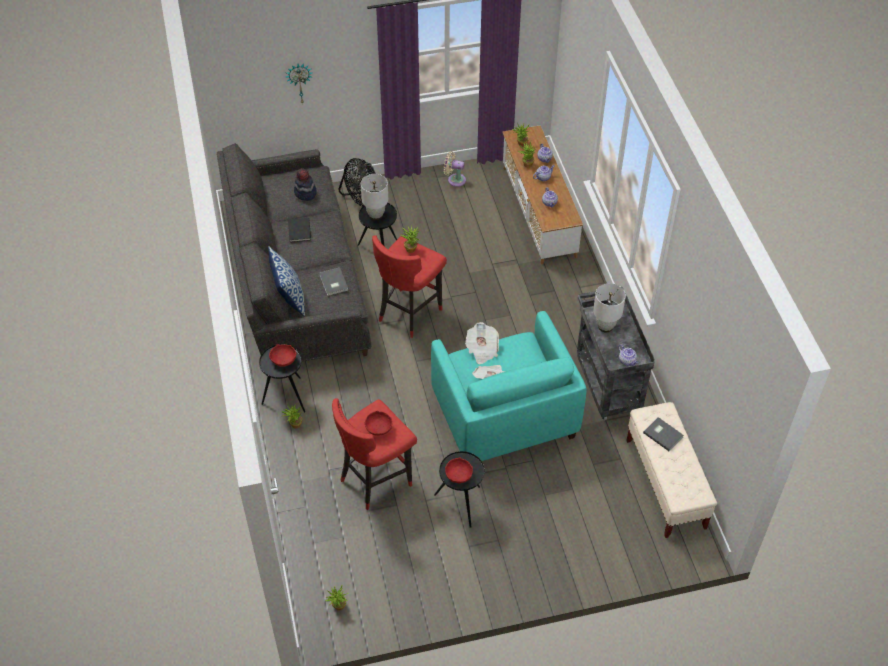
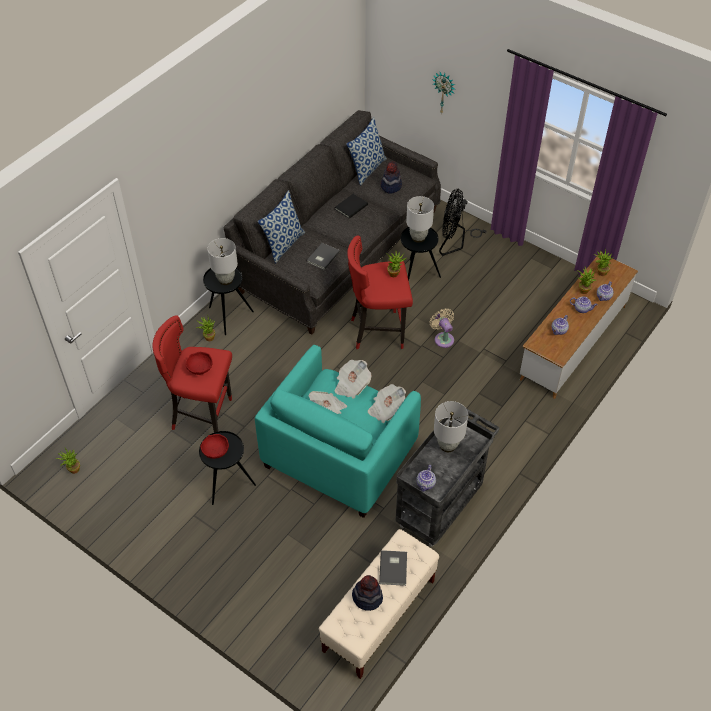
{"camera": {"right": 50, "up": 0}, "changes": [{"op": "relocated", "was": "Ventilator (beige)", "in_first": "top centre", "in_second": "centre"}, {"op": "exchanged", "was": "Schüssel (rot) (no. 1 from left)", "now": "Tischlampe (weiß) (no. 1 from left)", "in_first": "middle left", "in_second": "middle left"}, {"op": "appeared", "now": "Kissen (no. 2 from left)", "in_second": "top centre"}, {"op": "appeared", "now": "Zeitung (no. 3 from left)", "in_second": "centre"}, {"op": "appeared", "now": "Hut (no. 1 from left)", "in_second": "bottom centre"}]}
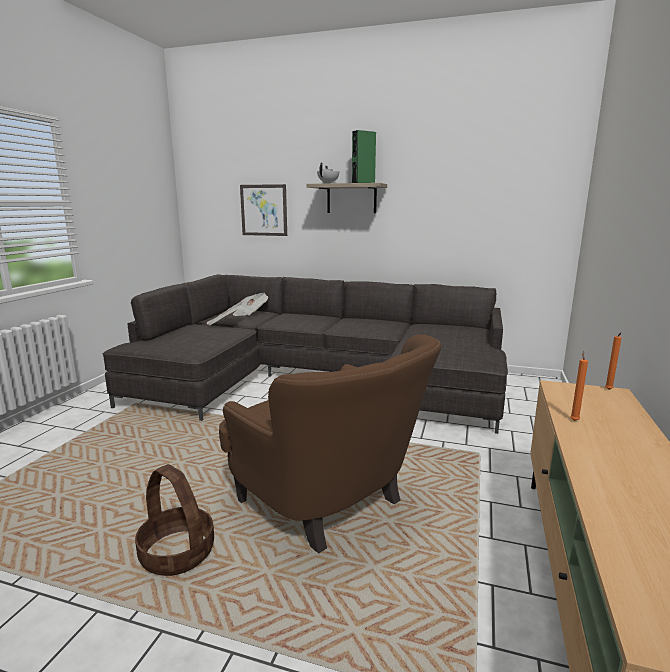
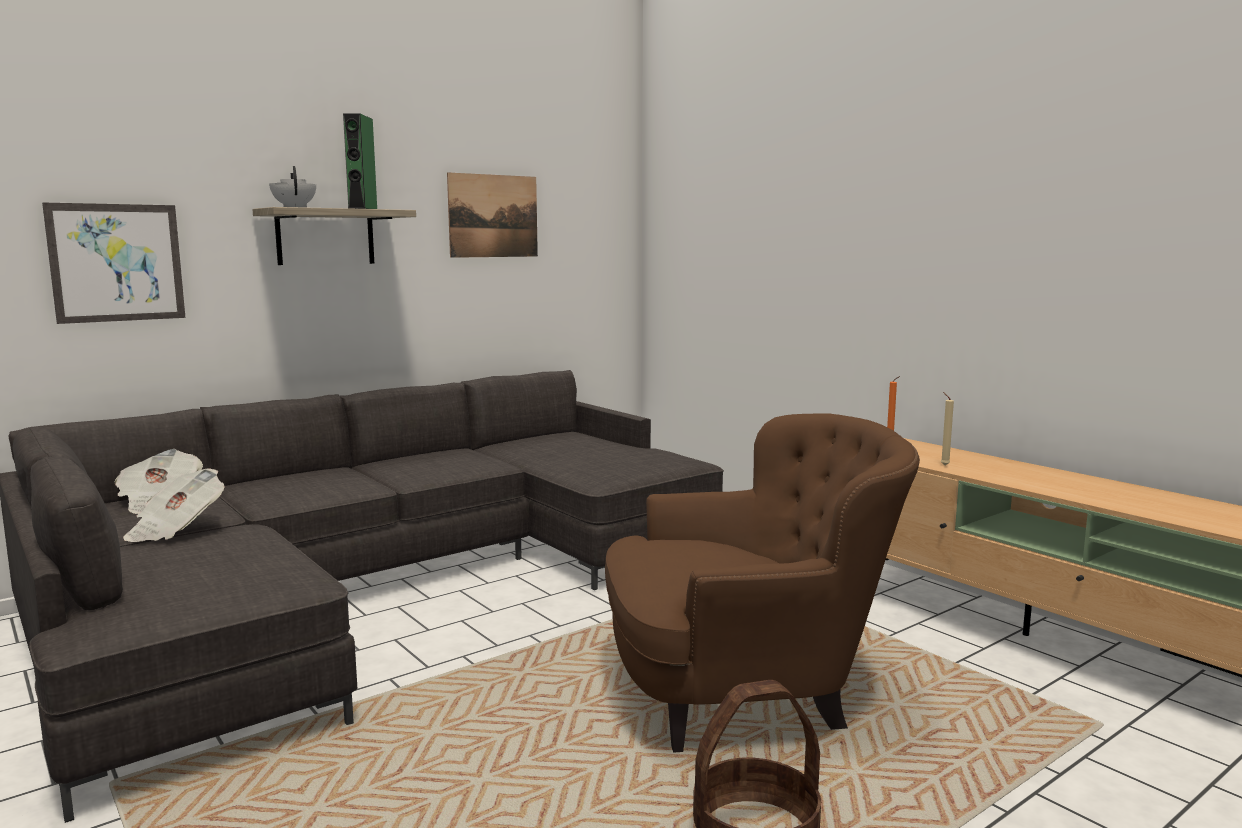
{"camera": {"right": -55, "up": -5}, "changes": [{"op": "colour", "was": "Kerze (orange) (no. 1 from left)", "now": "Kerze (beige)", "in_first": "middle right", "in_second": "middle right"}, {"op": "appeared", "now": "Bild (no. 2 from left)", "in_second": "top centre"}]}
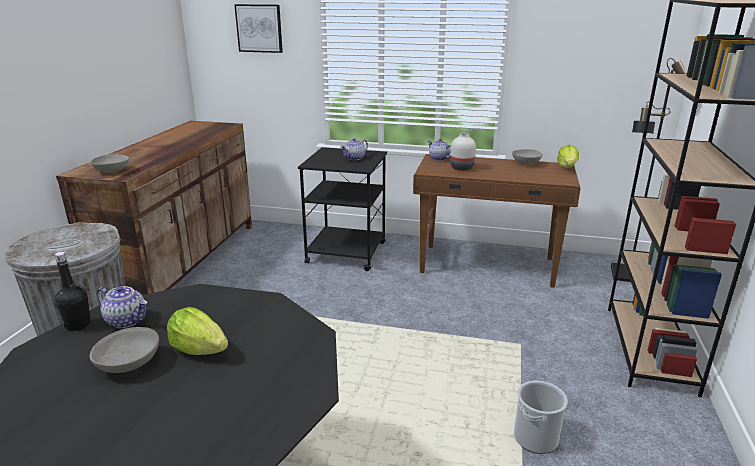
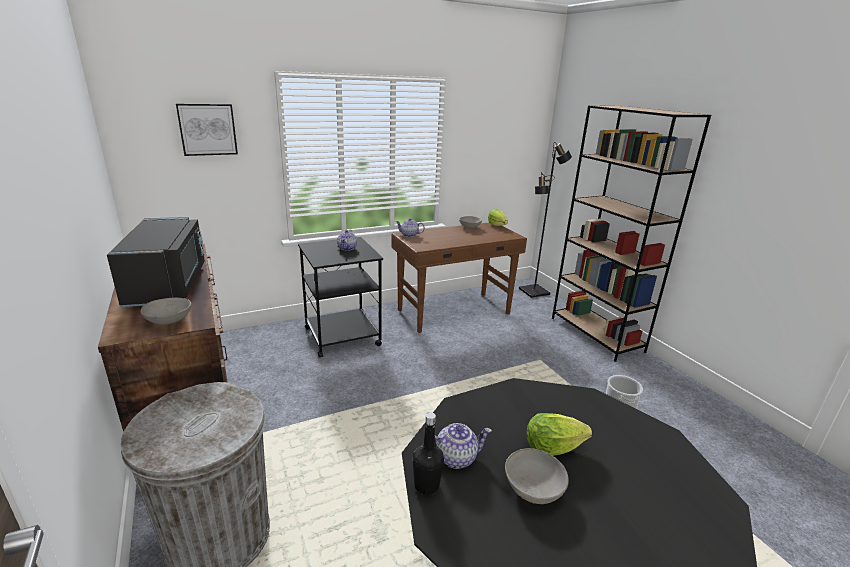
{"camera": {"right": -40, "up": 0}, "changes": [{"op": "missing", "was": "Vase (weiß)", "in_first": "top centre"}, {"op": "appeared", "now": "Mikrowelle (schwarz)", "in_second": "middle left"}]}
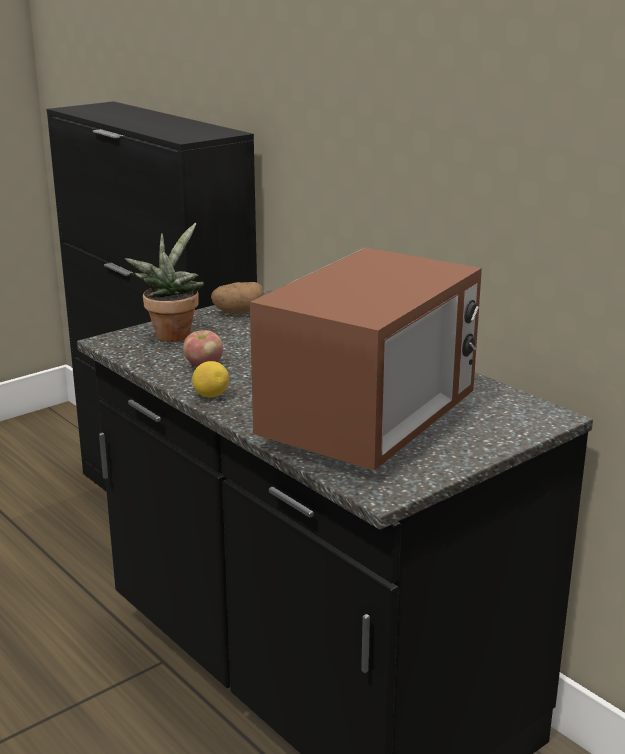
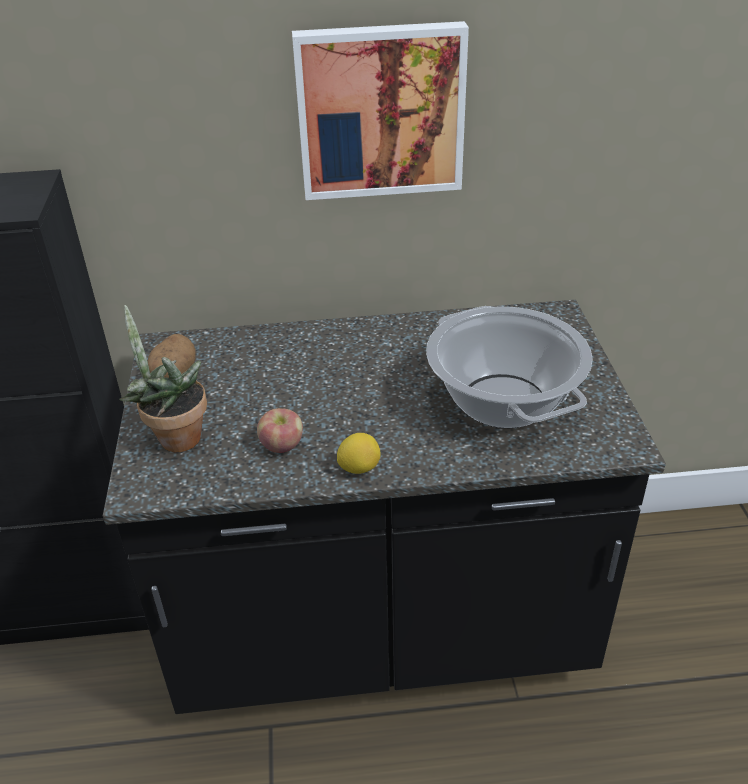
{"camera": {"right": -55, "up": 15}, "changes": [{"op": "exchanged", "was": "Mikrowelle", "now": "Kochtopf", "in_first": "centre", "in_second": "middle right"}, {"op": "appeared", "now": "Bild", "in_second": "top centre"}]}
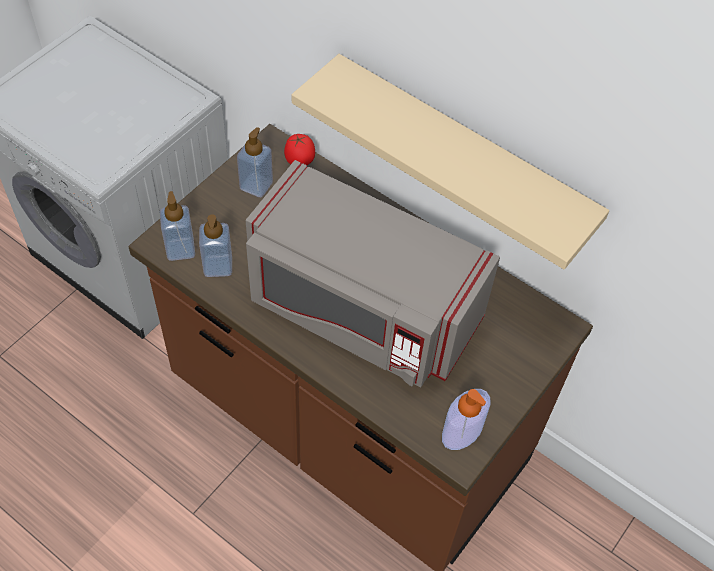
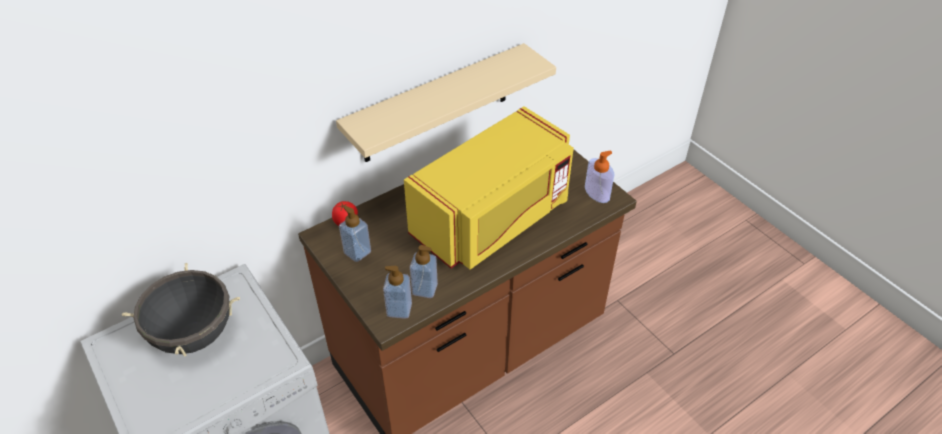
{"camera": {"right": -70, "up": -10}, "changes": [{"op": "colour", "was": "Mikrowelle (grau)", "now": "Mikrowelle (gelb)", "in_first": "centre", "in_second": "centre"}, {"op": "appeared", "now": "Kochtopf (schwarz)", "in_second": "bottom left"}]}
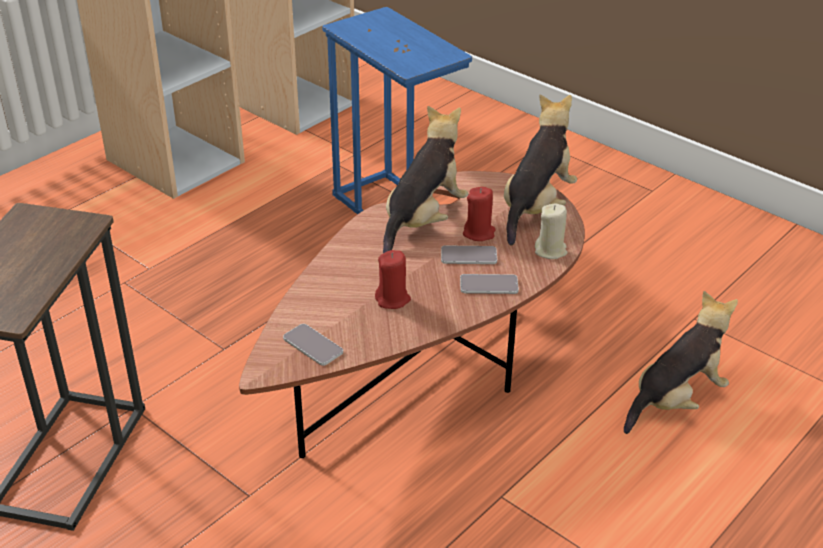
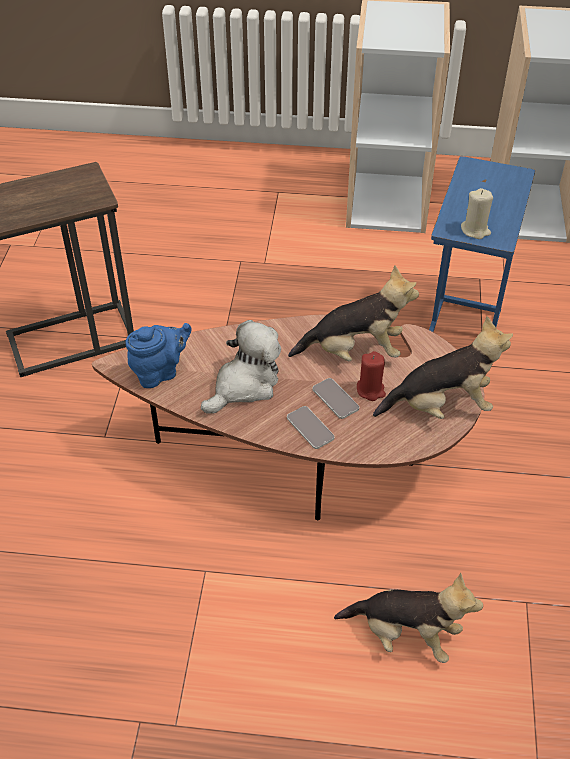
{"camera": {"right": 55, "up": 10}, "changes": [{"op": "relocated", "was": "Kerze (beige)", "in_first": "middle right", "in_second": "top right"}, {"op": "exchanged", "was": "Kerze (rot) (no. 1 from left)", "now": "Plüschtier (no. 1 from left)", "in_first": "centre", "in_second": "centre"}, {"op": "exchanged", "was": "Handy (no. 1 from left)", "now": "Teekanne (blau)", "in_first": "centre", "in_second": "middle left"}]}
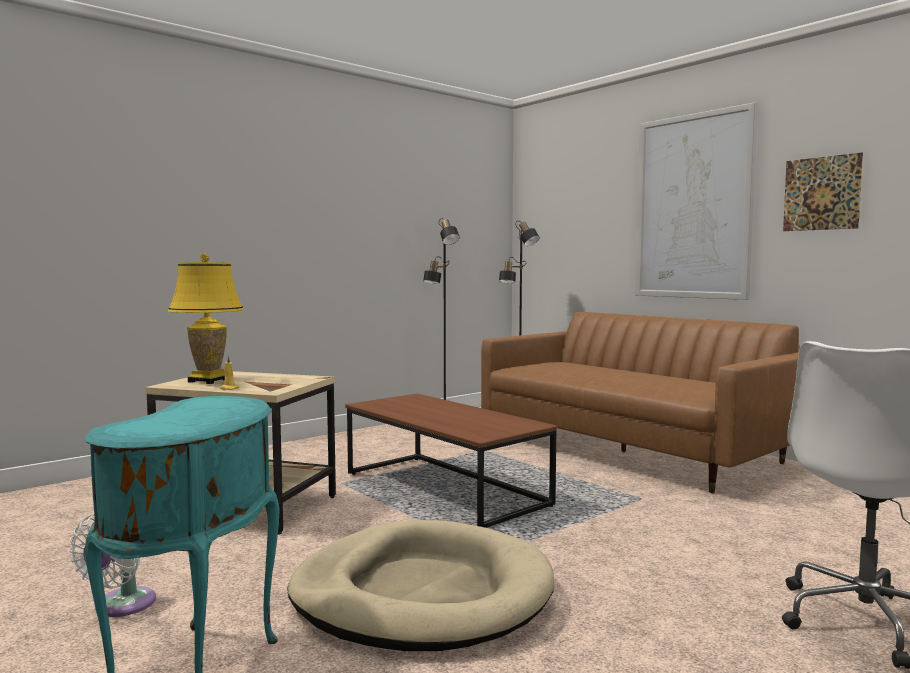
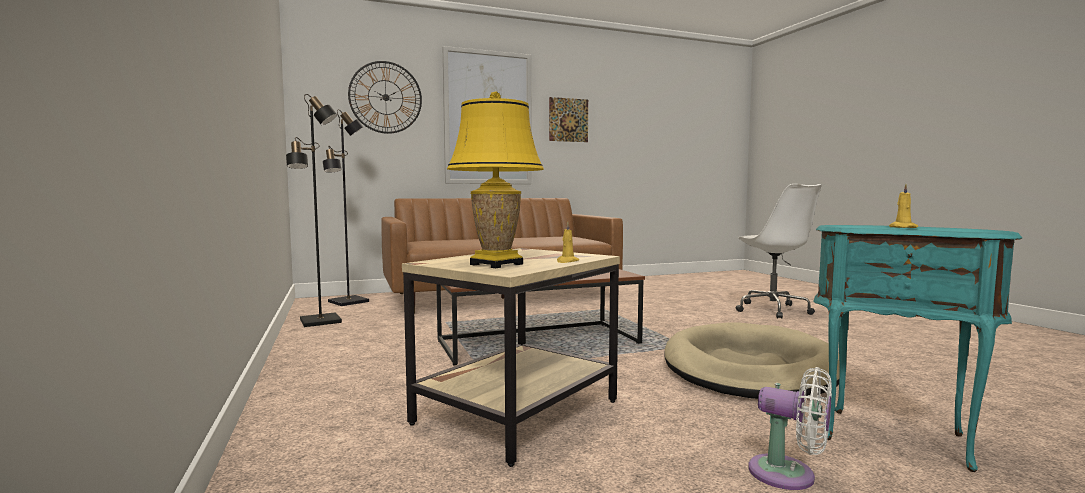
{"camera": {"right": -70, "up": 0}, "changes": [{"op": "appeared", "now": "Wanduhr", "in_second": "top centre"}, {"op": "appeared", "now": "Kerze (gelb) (no. 2 from left)", "in_second": "middle right"}]}
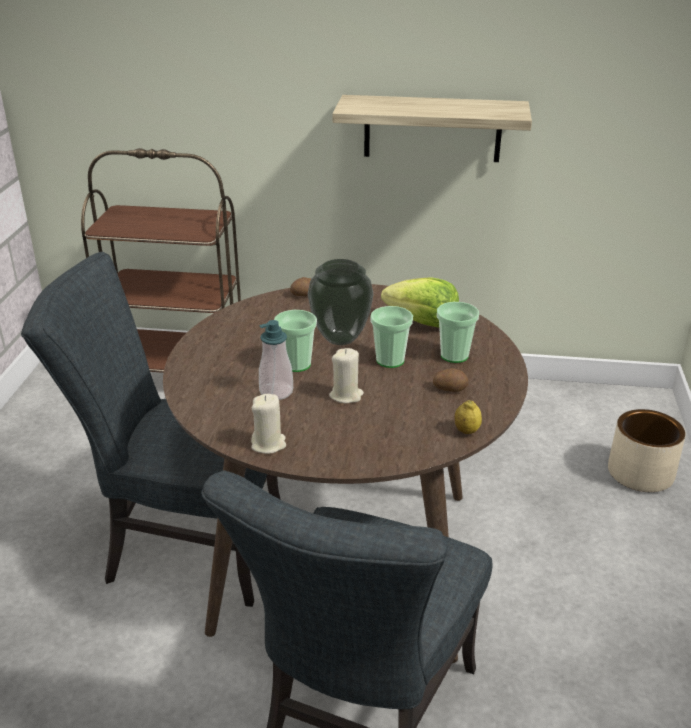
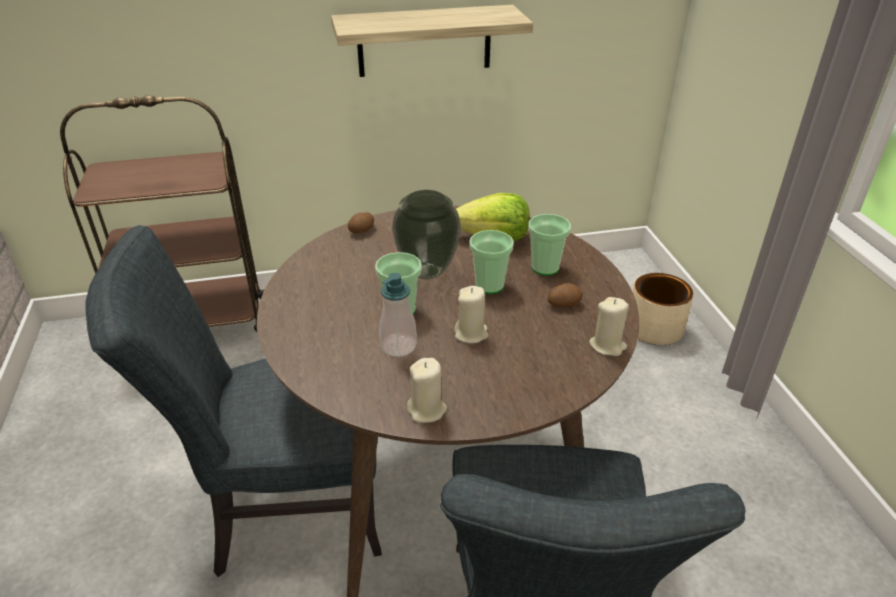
{"camera": {"right": -20, "up": 5}, "changes": [{"op": "exchanged", "was": "Zitrone", "now": "Kerze (beige) (no. 3 from left)", "in_first": "middle right", "in_second": "middle right"}]}
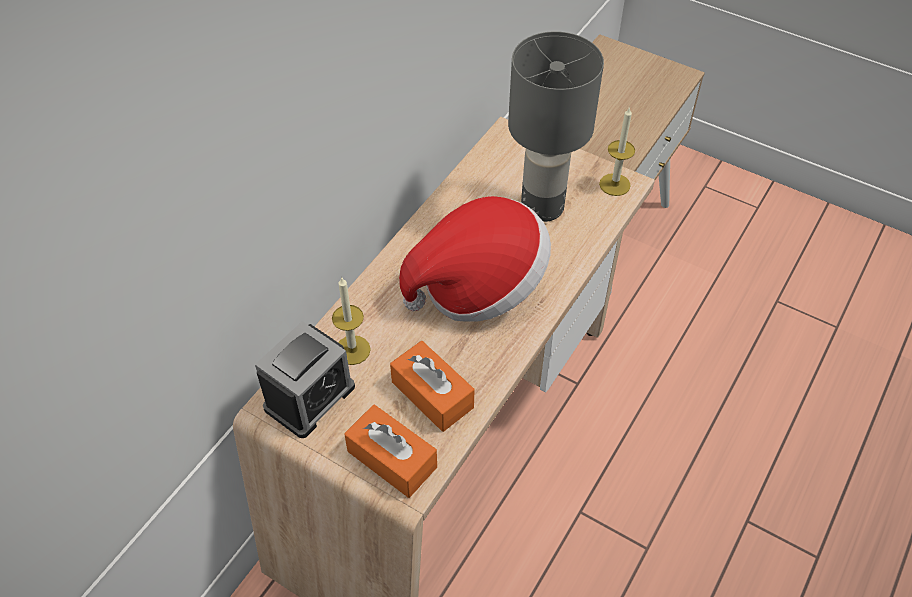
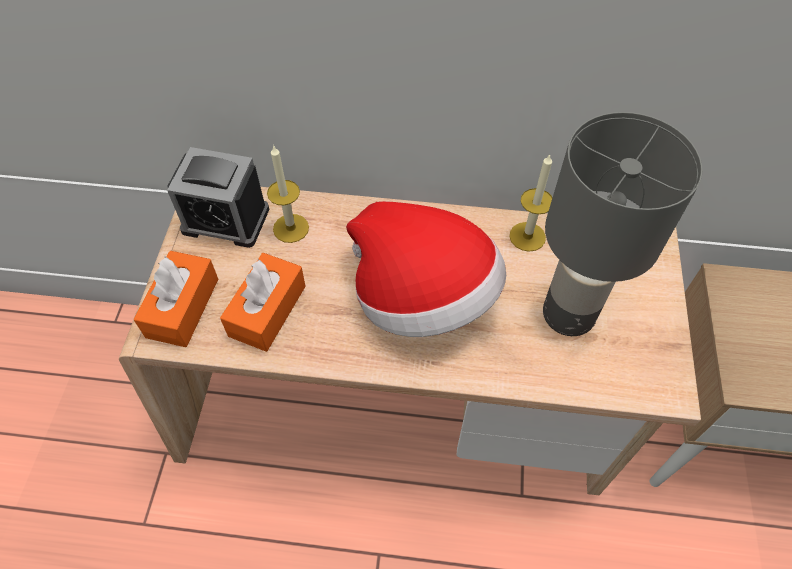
{"camera": {"right": 65, "up": 5}, "changes": [{"op": "relocated", "was": "Kerze (no. 2 from left)", "in_first": "top right", "in_second": "middle right"}]}
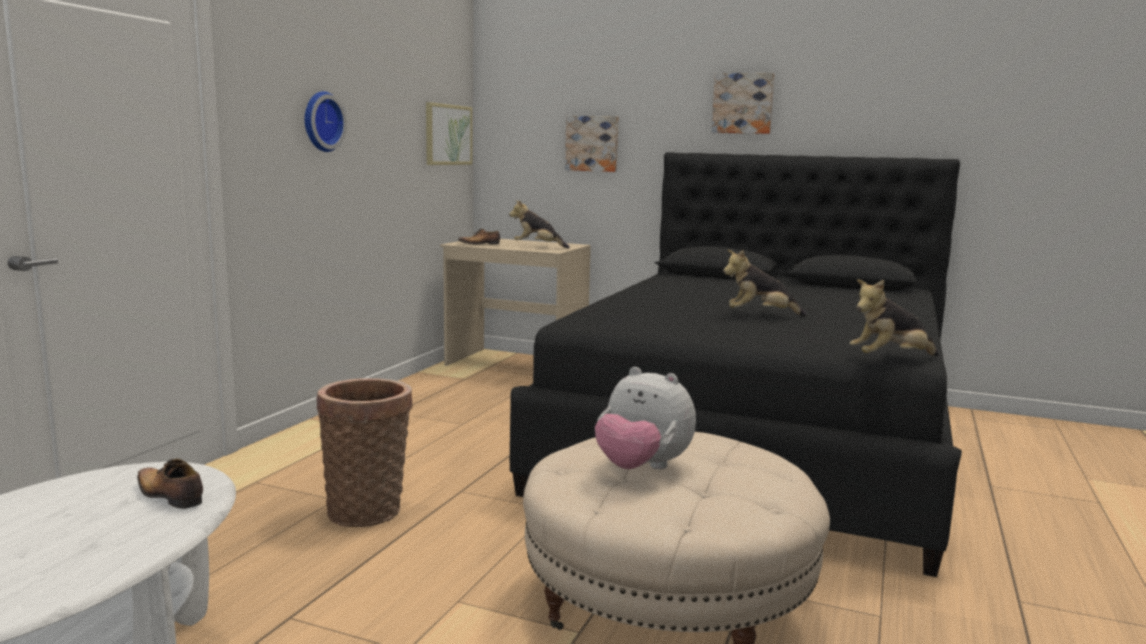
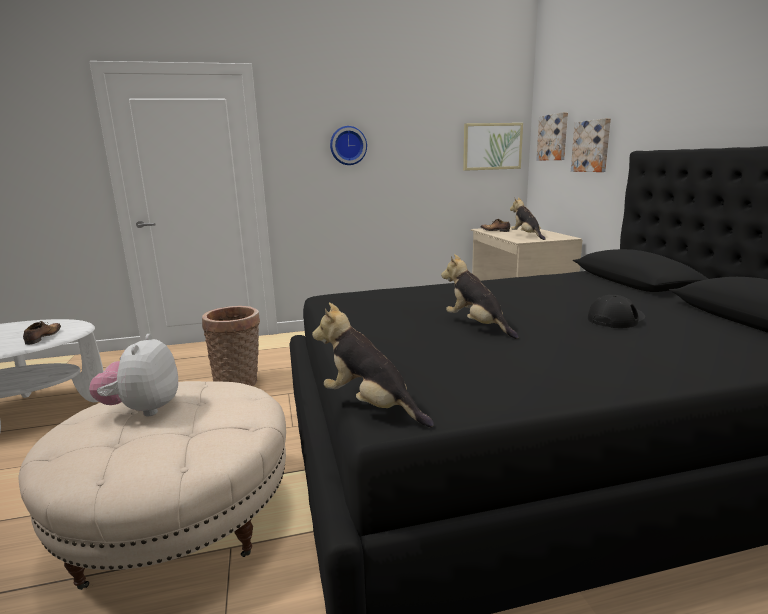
{"camera": {"right": 55, "up": 5}, "changes": [{"op": "relocated", "was": "Bild (no. 3 from left in the first image)", "now": "Bild (no. 2 from left)", "in_first": "top centre", "in_second": "top right"}, {"op": "appeared", "now": "Kappe (schwarz)", "in_second": "middle right"}]}
